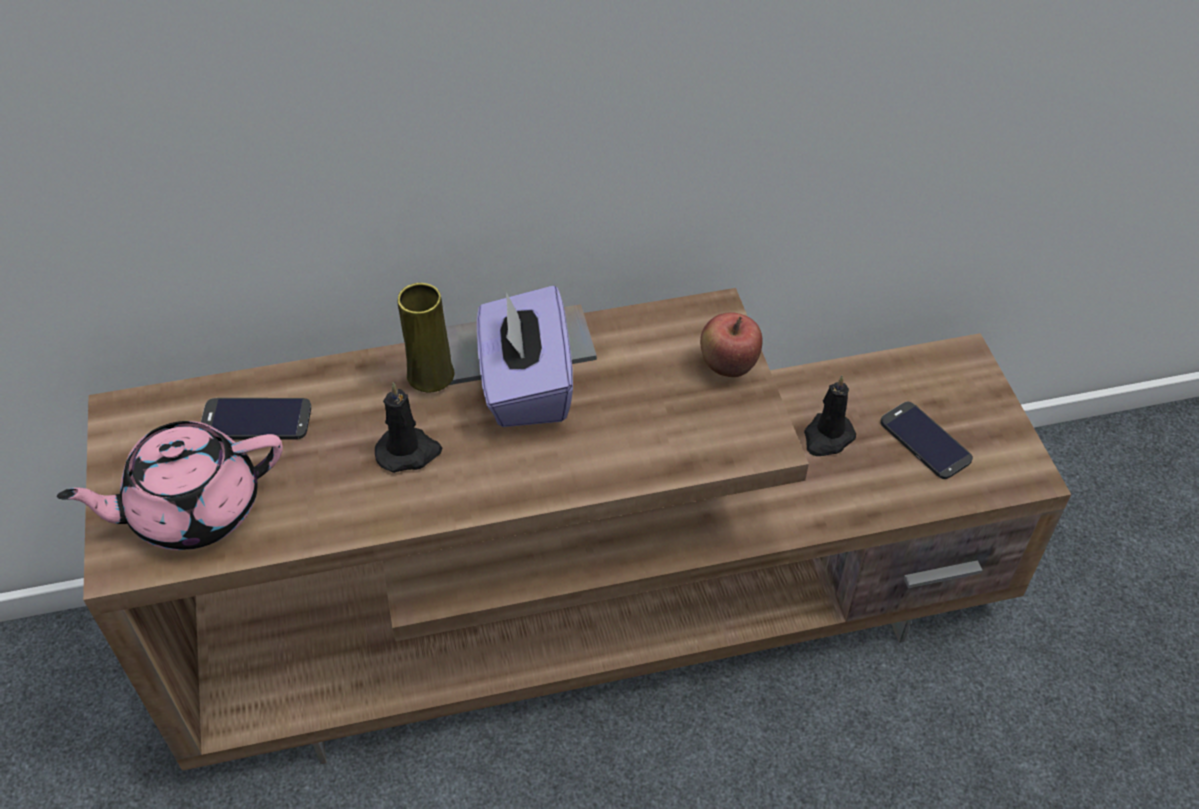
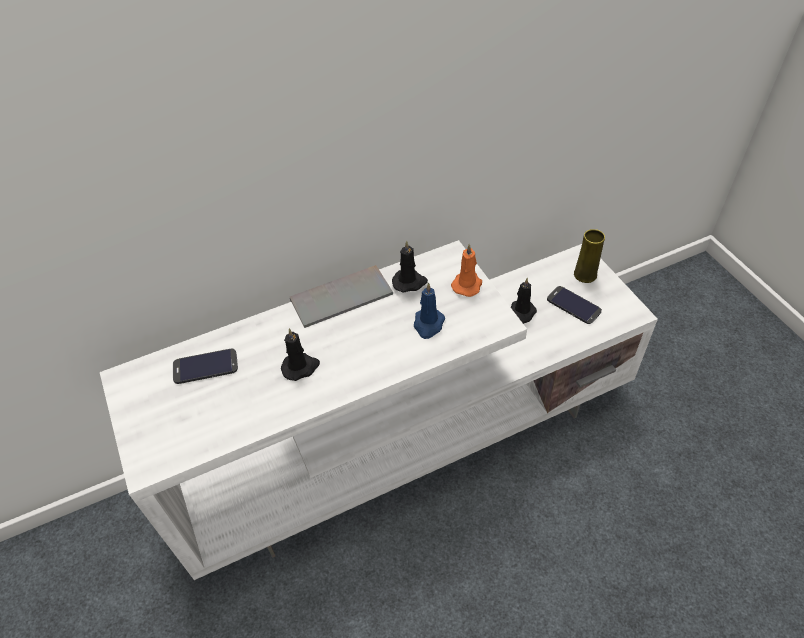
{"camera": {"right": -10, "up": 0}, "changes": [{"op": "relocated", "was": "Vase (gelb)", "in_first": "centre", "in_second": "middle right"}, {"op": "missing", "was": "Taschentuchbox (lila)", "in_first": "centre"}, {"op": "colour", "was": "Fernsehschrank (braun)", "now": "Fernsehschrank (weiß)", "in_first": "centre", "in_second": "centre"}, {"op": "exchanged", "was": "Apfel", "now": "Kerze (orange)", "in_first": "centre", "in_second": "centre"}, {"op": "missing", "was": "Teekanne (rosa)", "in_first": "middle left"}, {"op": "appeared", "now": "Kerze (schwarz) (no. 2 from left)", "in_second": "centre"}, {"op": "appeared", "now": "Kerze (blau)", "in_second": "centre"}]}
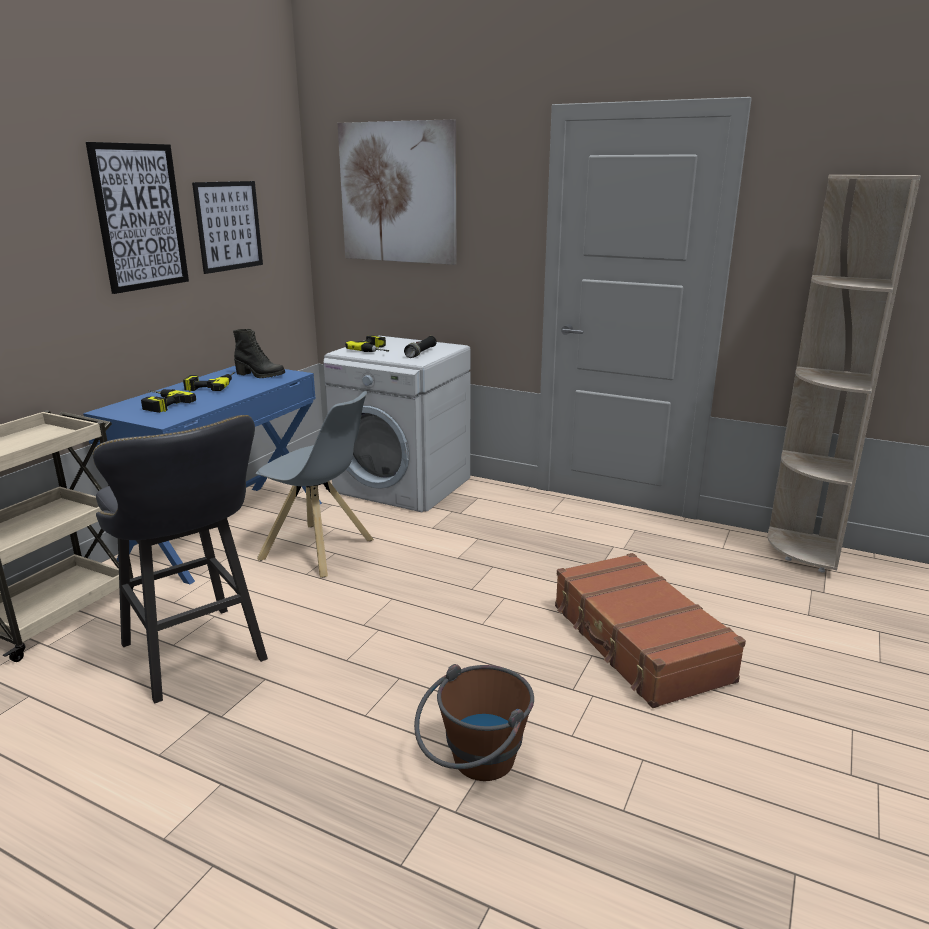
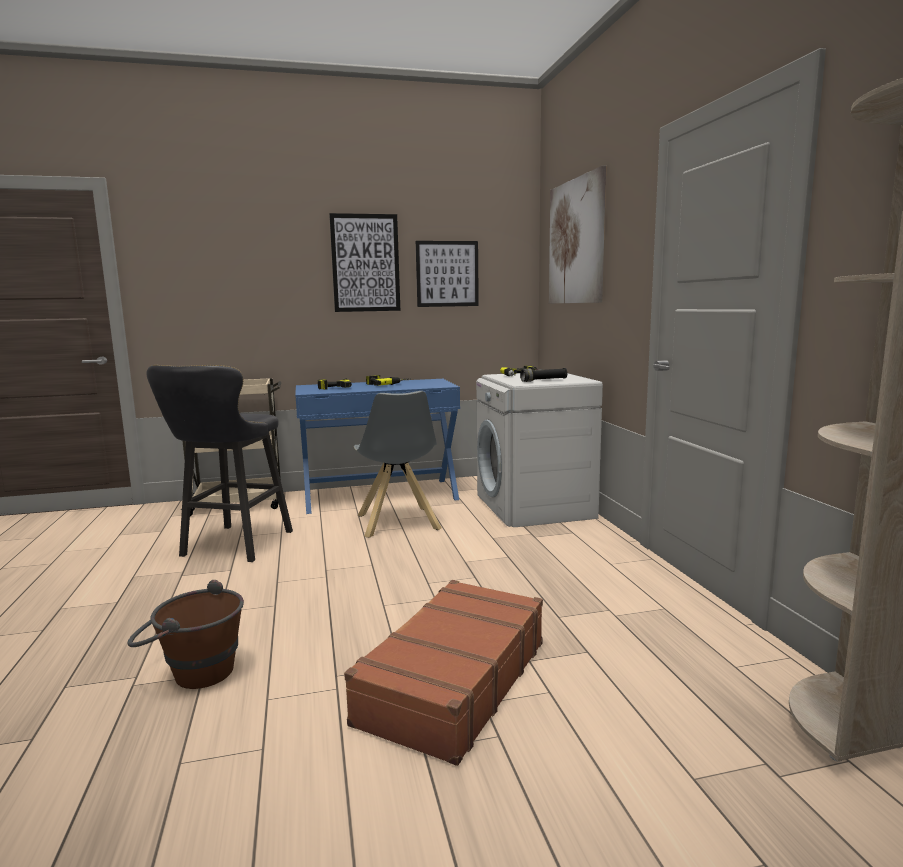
{"camera": {"right": 50, "up": -10}, "changes": [{"op": "missing", "was": "Stiefel (schwarz)", "in_first": "middle left"}]}
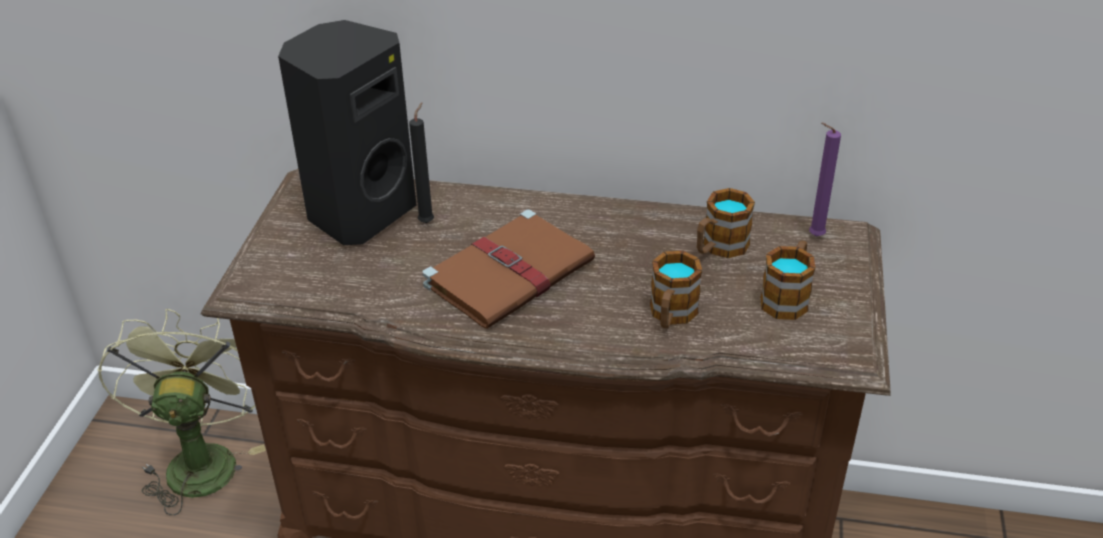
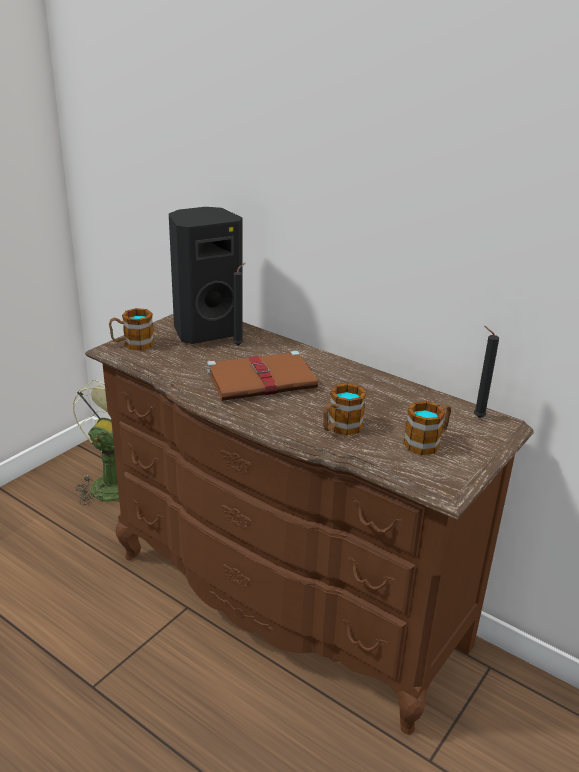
{"camera": {"right": 25, "up": -10}, "changes": [{"op": "colour", "was": "Kerze (lila)", "now": "Kerze (schwarz) (no. 2 from left)", "in_first": "top right", "in_second": "middle right"}, {"op": "relocated", "was": "Henkelbecher (no. 2 from left in the first image)", "now": "Henkelbecher (no. 1 from left)", "in_first": "centre", "in_second": "middle left"}]}
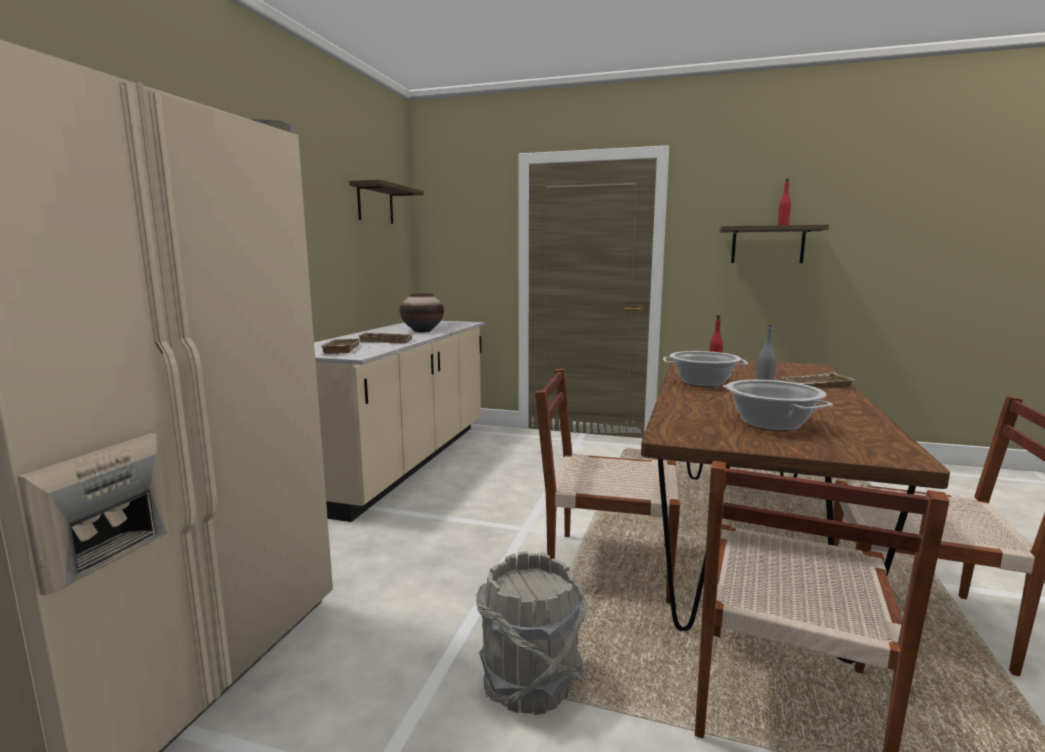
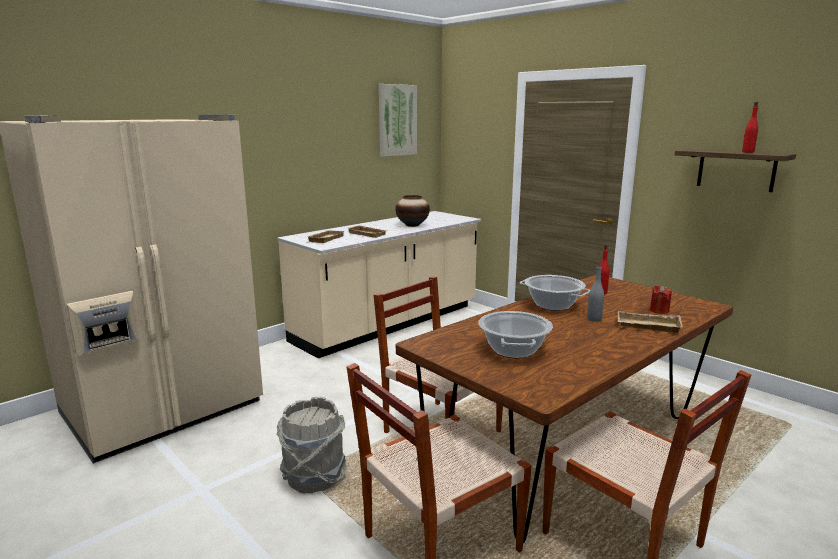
{"camera": {"right": 30, "up": 5}, "changes": [{"op": "exchanged", "was": "Wandregal (no. 1 from left)", "now": "Bild", "in_first": "top centre", "in_second": "top centre"}, {"op": "appeared", "now": "Kerze (rot)", "in_second": "middle right"}]}
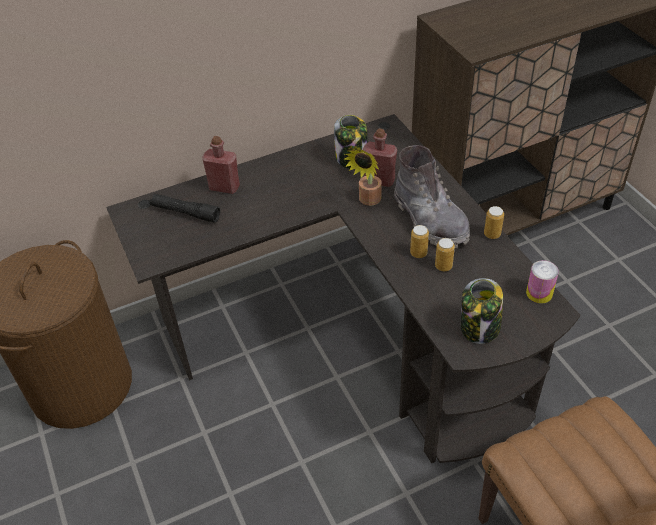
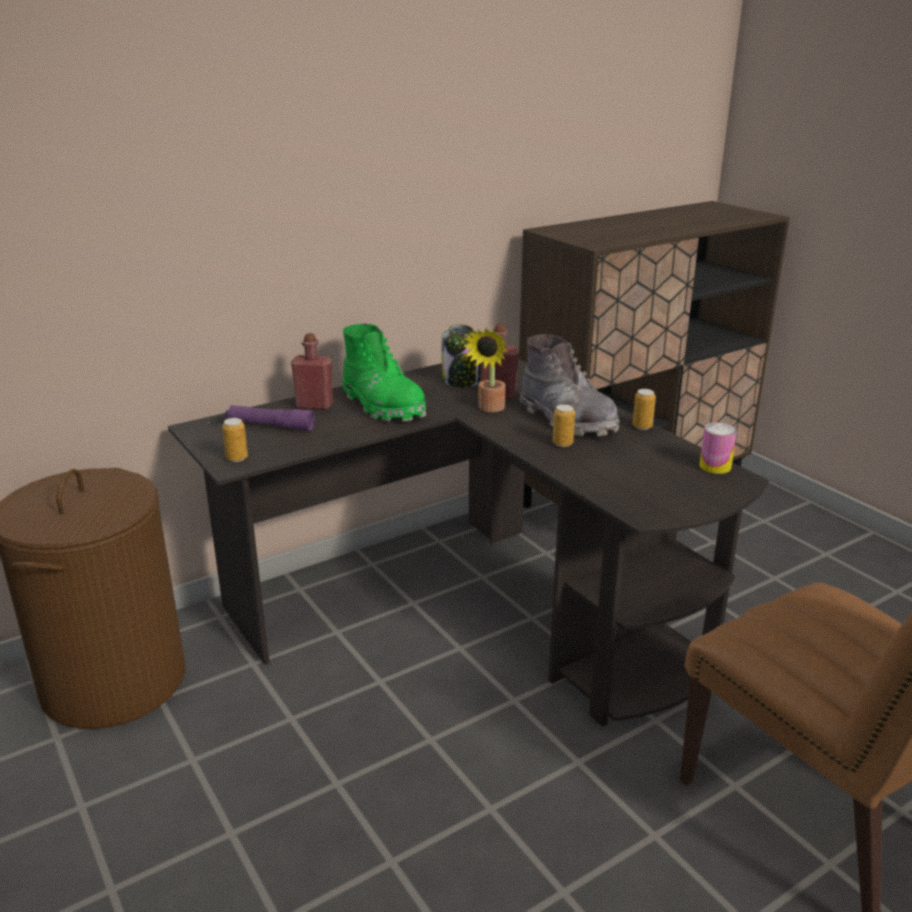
{"camera": {"right": -10, "up": -20}, "changes": [{"op": "colour", "was": "Taschenlampe (schwarz)", "now": "Taschenlampe (lila)", "in_first": "middle left", "in_second": "middle left"}, {"op": "relocated", "was": "Dose (no. 2 from left in the first image)", "now": "Dose (no. 1 from left)", "in_first": "middle right", "in_second": "middle left"}, {"op": "missing", "was": "Vorratsglas (no. 2 from left)", "in_first": "middle right"}, {"op": "appeared", "now": "Stiefel (grün)", "in_second": "centre"}]}
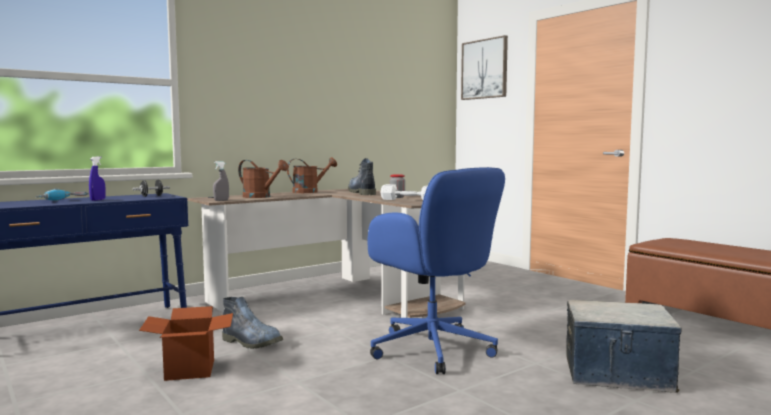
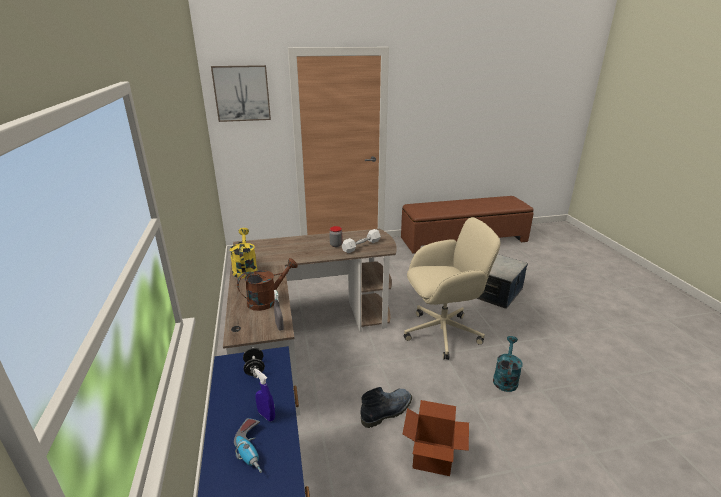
{"camera": {"right": -65, "up": 20}, "changes": [{"op": "colour", "was": "Gießkanne (braun) (no. 2 from left)", "now": "Gießkanne (gelb)", "in_first": "centre", "in_second": "centre"}, {"op": "missing", "was": "Stiefel (no. 2 from left)", "in_first": "centre"}, {"op": "colour", "was": "Bürostuhl (blau)", "now": "Bürostuhl (beige)", "in_first": "centre", "in_second": "centre"}, {"op": "appeared", "now": "Gießkanne (türkis)", "in_second": "bottom right"}]}
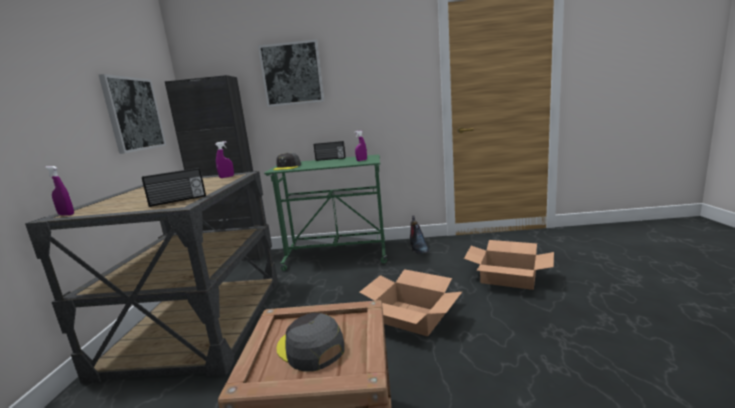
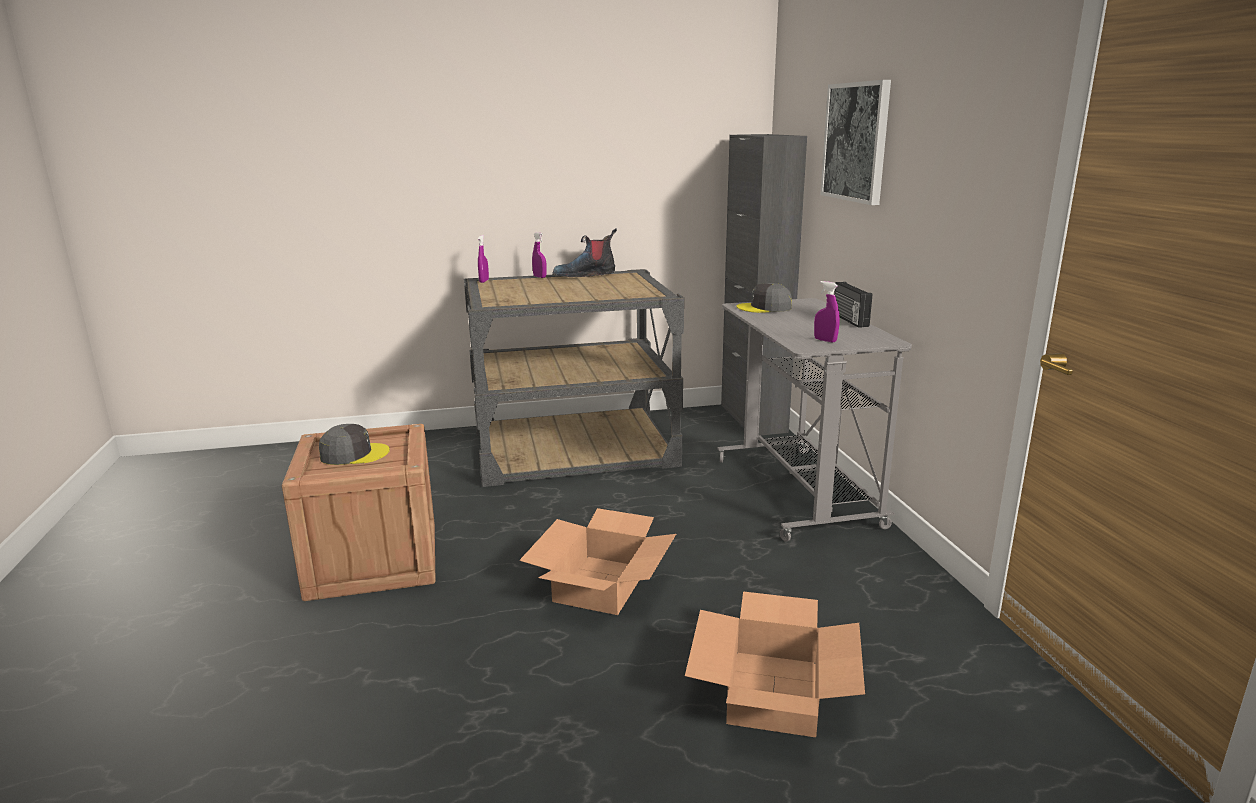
{"camera": {"right": 75, "up": 5}, "changes": [{"op": "missing", "was": "Bild (no. 1 from left)", "in_first": "top left"}, {"op": "relocated", "was": "Sprühflasche (lila) (no. 2 from left)", "in_first": "middle left", "in_second": "top centre"}, {"op": "colour", "was": "Schreibtisch (grün)", "now": "Schreibtisch (grau)", "in_first": "centre", "in_second": "centre"}, {"op": "missing", "was": "Radio (no. 1 from left)", "in_first": "middle left"}, {"op": "relocated", "was": "Stiefel", "in_first": "centre", "in_second": "top centre"}, {"op": "spun", "was": "Kappe (grau) (no. 2 from left in the first image)", "in_first": "bottom centre", "in_second": "middle left", "clockwise": 45}]}
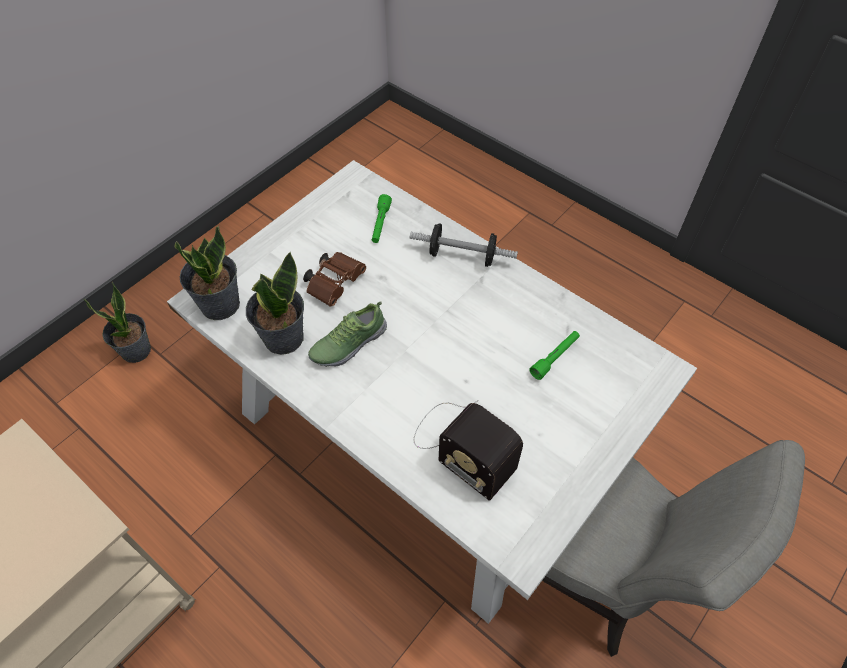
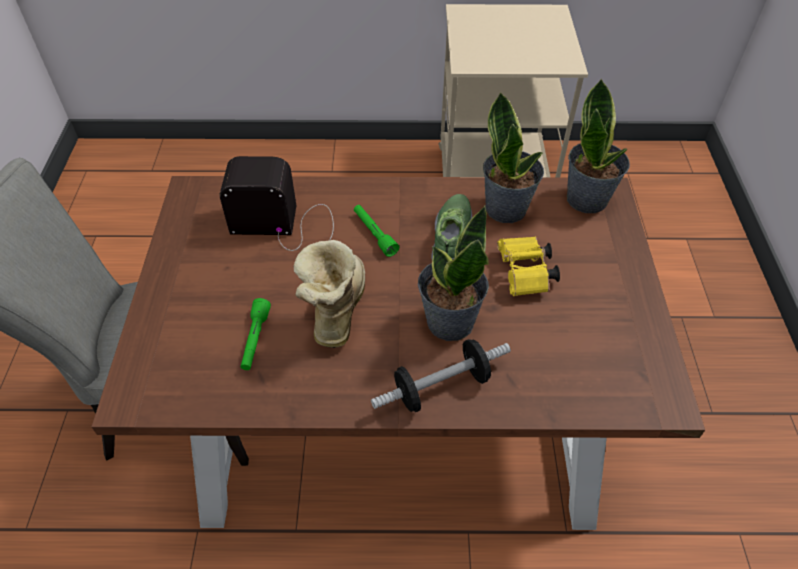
{"camera": {"right": 140, "up": -5}, "changes": [{"op": "colour", "was": "Esstisch (weiß)", "now": "Esstisch (braun)", "in_first": "centre", "in_second": "centre"}, {"op": "relocated", "was": "Taschenlampe (grün) (no. 1 from left in the first image)", "now": "Taschenlampe (grün) (no. 2 from left)", "in_first": "top centre", "in_second": "centre"}, {"op": "colour", "was": "Fernglas (braun)", "now": "Fernglas (gelb)", "in_first": "centre", "in_second": "centre"}, {"op": "relocated", "was": "Topfpflanze (no. 1 from left)", "in_first": "middle left", "in_second": "centre"}, {"op": "appeared", "now": "Stiefel", "in_second": "centre"}]}
